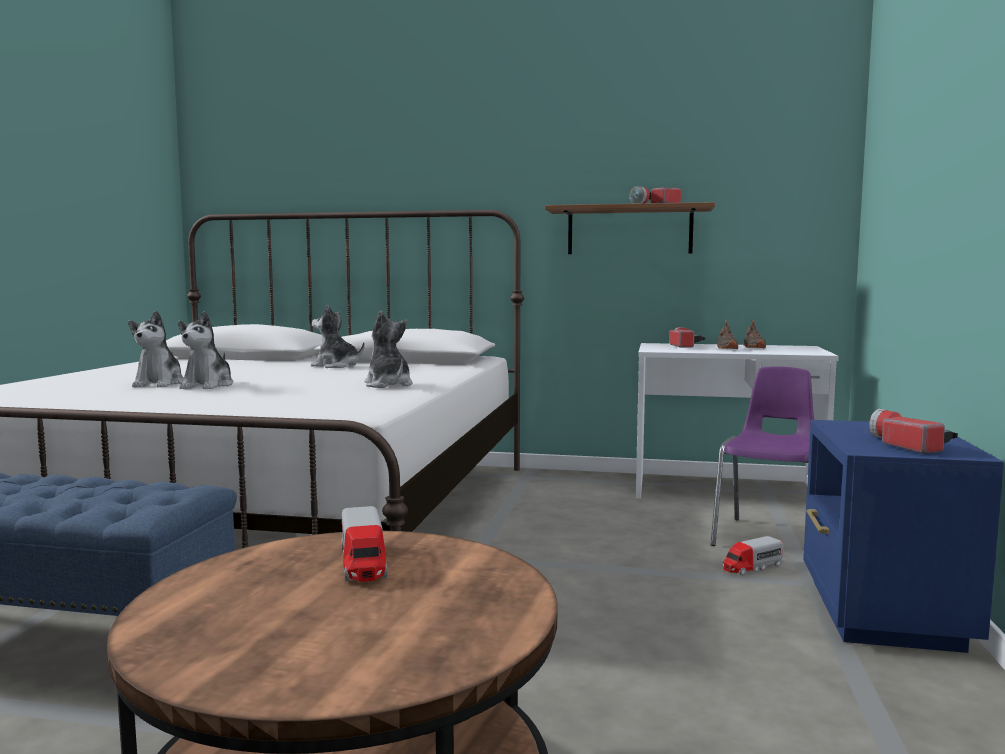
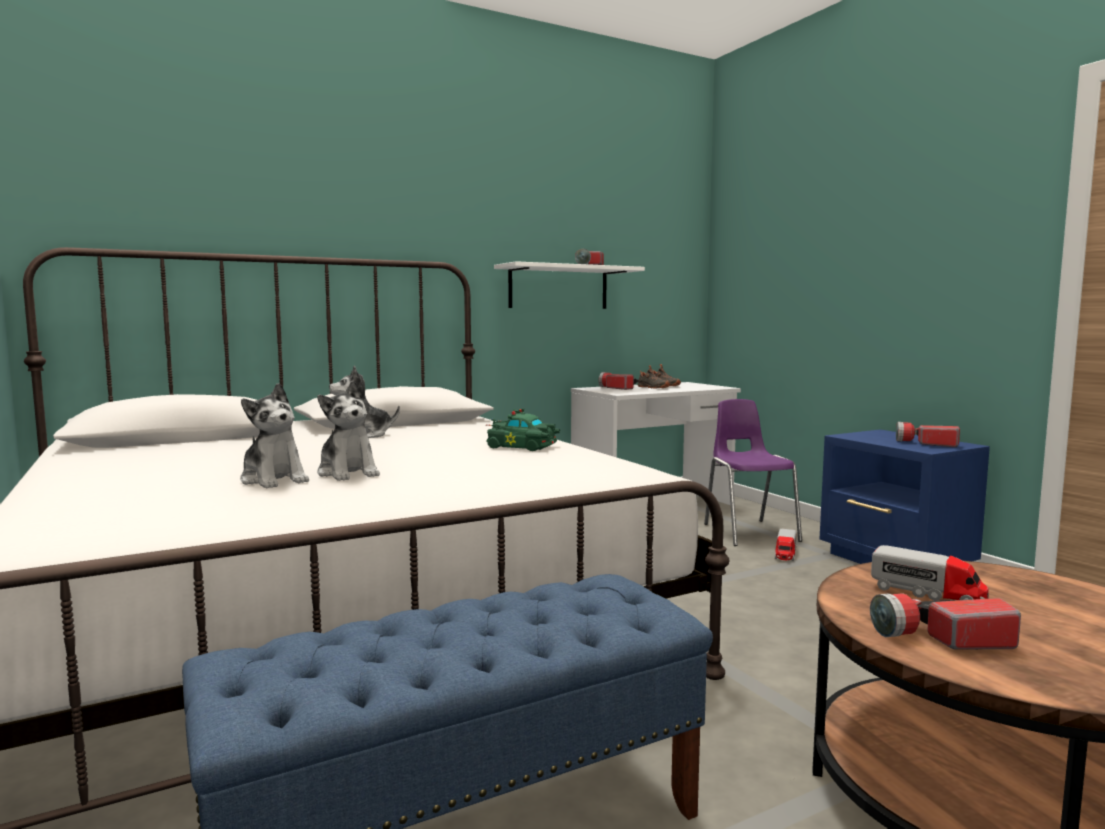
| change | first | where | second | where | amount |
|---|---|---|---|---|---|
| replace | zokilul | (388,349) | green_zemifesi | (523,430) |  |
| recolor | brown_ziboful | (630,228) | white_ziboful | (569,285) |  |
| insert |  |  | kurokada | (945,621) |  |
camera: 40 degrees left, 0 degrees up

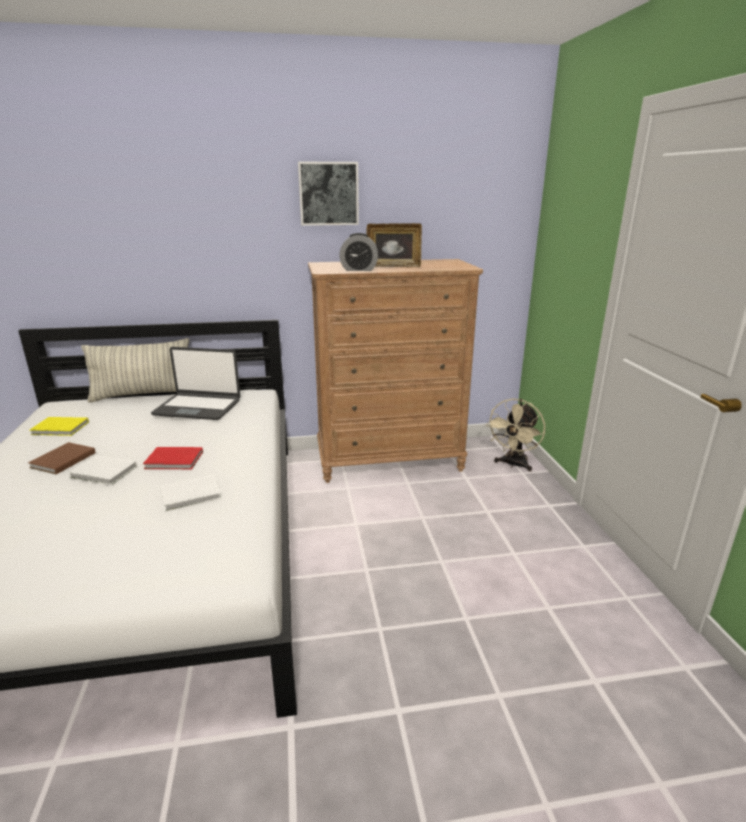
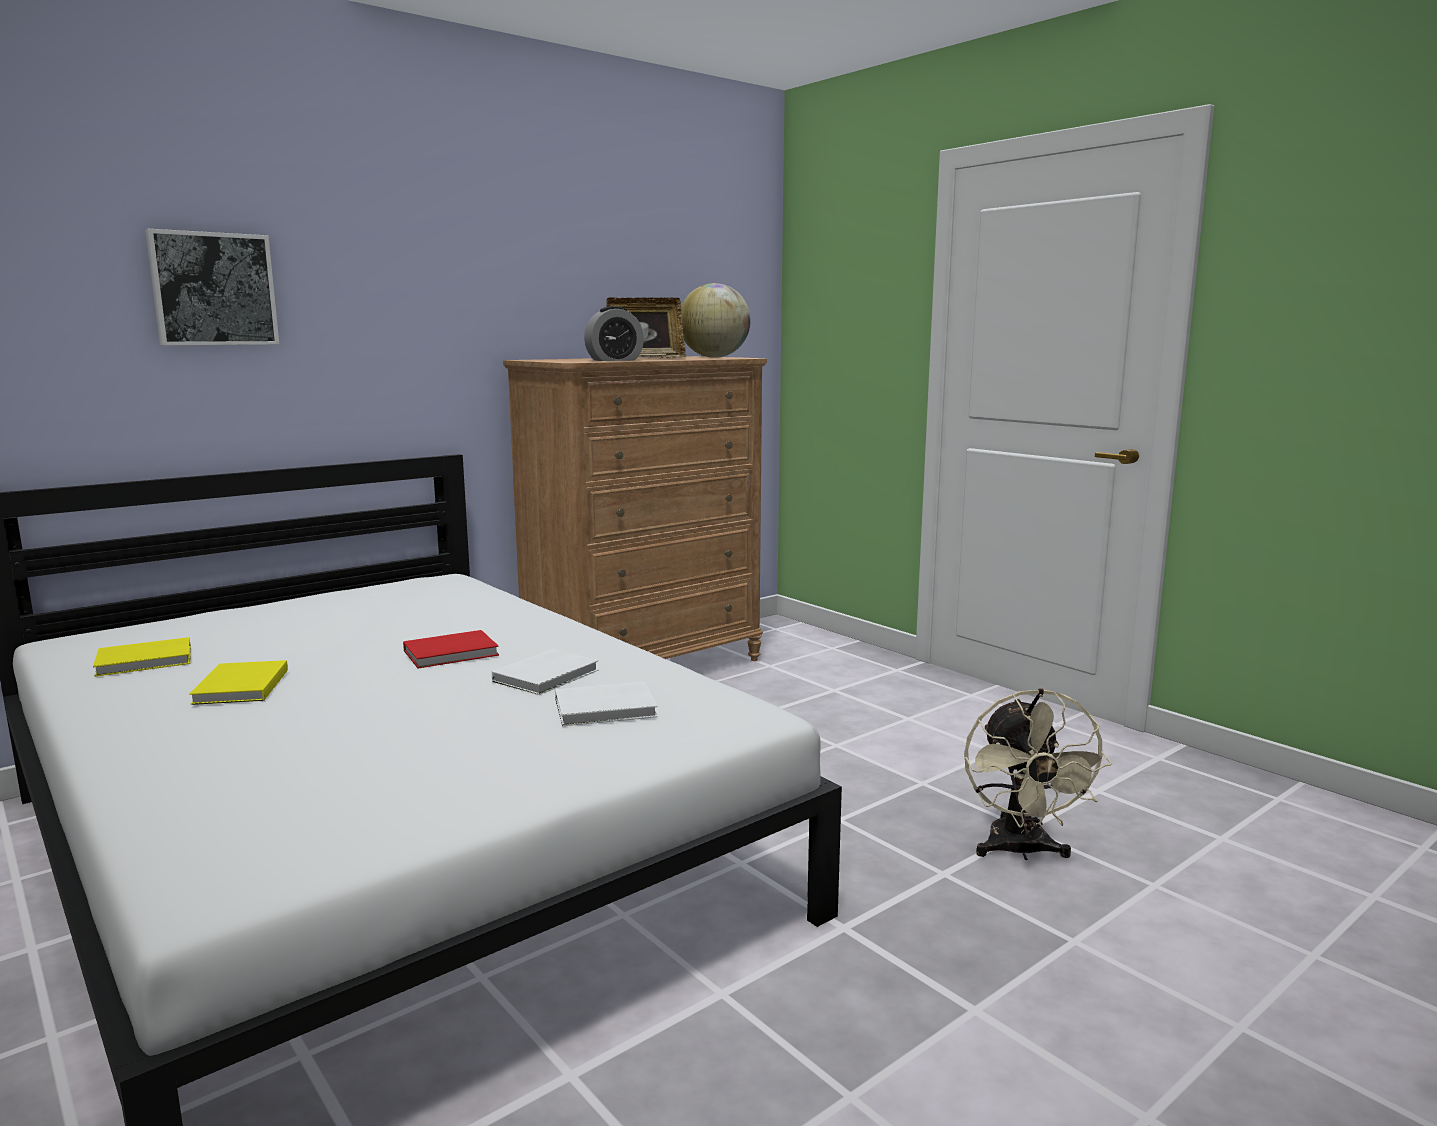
| change | first | where | second | where | amount |
|---|---|---|---|---|---|
| recolor | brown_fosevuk | (62,458) | yellow_fosevuk | (238,682) |  |
| move | white_fosevuk | (102,470) |  | (606,704) |  |
| delete | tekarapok | (135,370) |  |  |  |
| delete | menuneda | (195,383) |  |  |  |
| move | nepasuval | (328,194) |  | (212,287) |  |
| move | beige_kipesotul | (515,435) |  | (1038,774) |  |
| insert |  |  | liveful | (716,320) |  |
camera: 30 degrees left, 10 degrees down

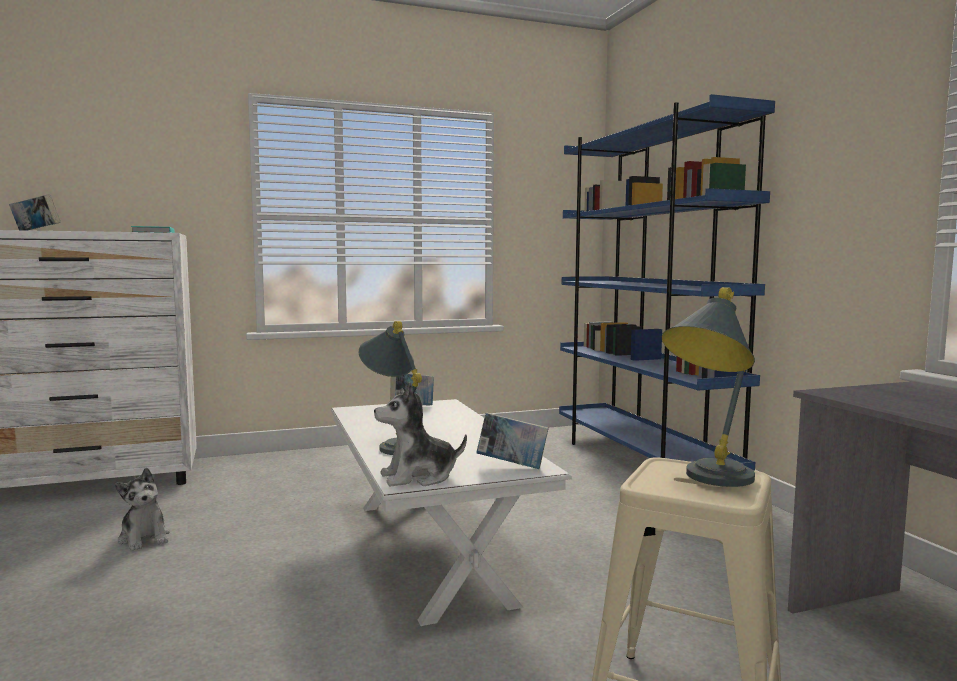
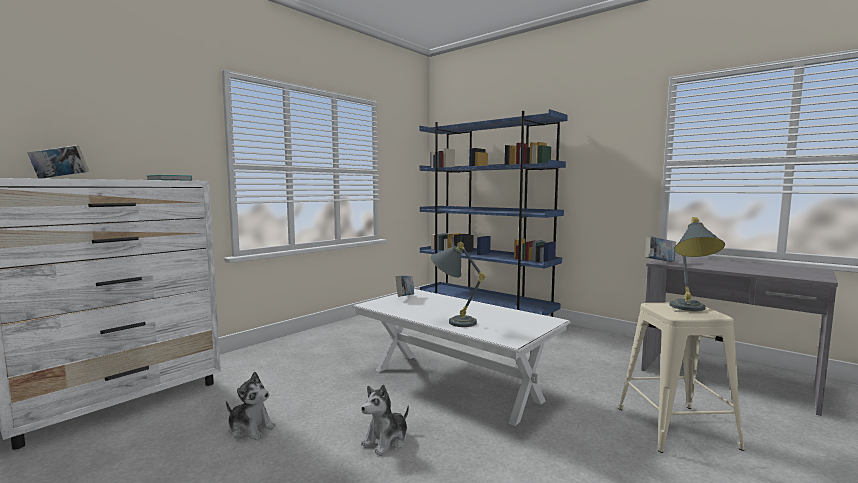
| change | first | where | second | where | amount |
|---|---|---|---|---|---|
| move | zokilul | (420,434) |  | (385,420) |  |
| move | fosevuk | (512,441) |  | (660,249) |  |
camera: 30 degrees left, 0 degrees up

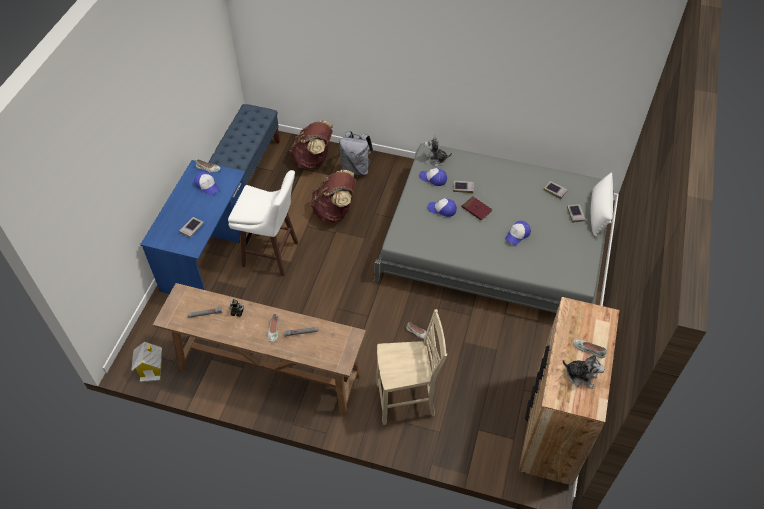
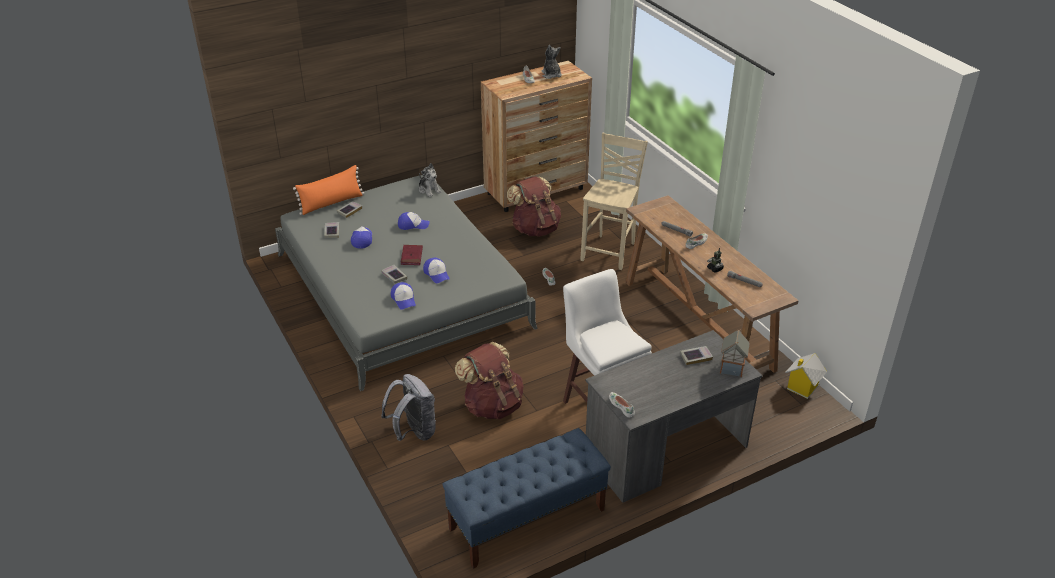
| change | first | where | second | where | amount |
|---|---|---|---|---|---|
| recolor | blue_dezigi | (192,227) | grey_dezigi | (674,416) |  |
| move | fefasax | (207,184) |  | (361,237) |  |
| move | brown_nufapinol | (311,145) |  | (534,206) |  |
| rotate | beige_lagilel | (412,367) |  | (614,201) | 75 degrees clockwise |
| move | zokilul | (438,151) |  | (430,180) |  |
| recolor | white_tekarapok | (602,205) | orange_tekarapok | (328,190) |  |
| insert |  |  | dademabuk | (735,353) |  |
camera: 135 degrees left, 15 degrees down

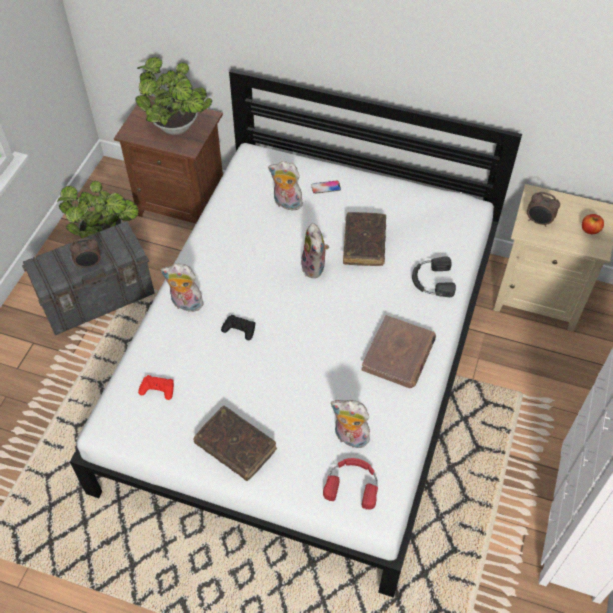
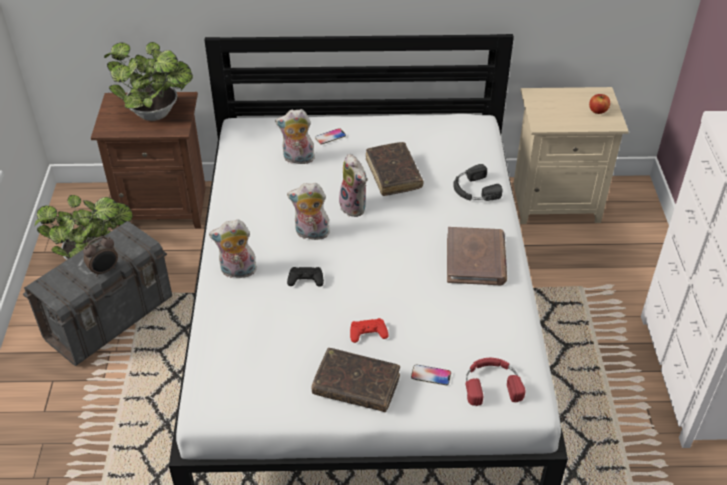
| change | first | where | second | where | amount |
|---|---|---|---|---|---|
| move | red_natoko | (156,387) |  | (369,330) |  |
| move | zokilul | (352,424) |  | (308,211) |  |
| delete | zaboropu | (543,209) |  |  |  |
| insert |  |  | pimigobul | (431,375) |  |
camera: 20 degrees left, 10 degrees down

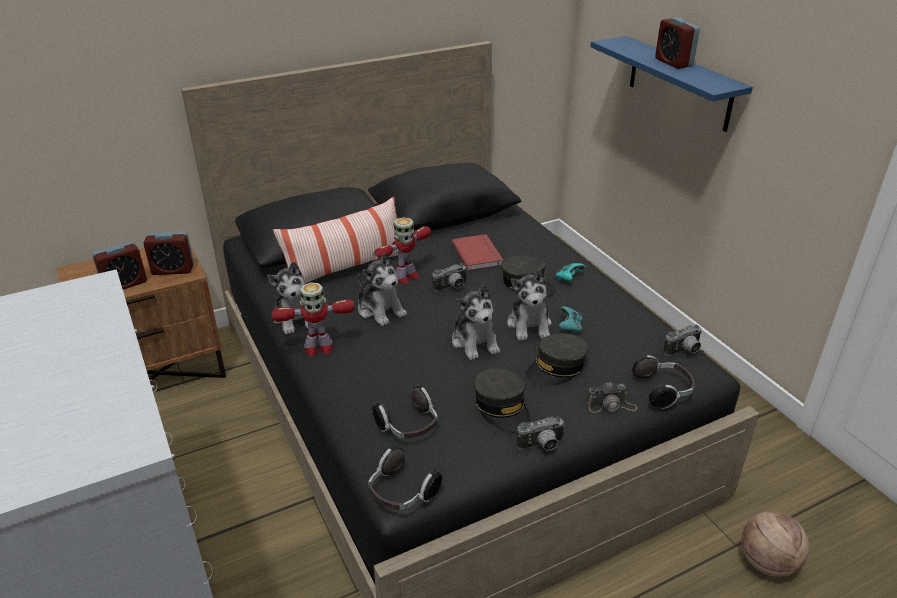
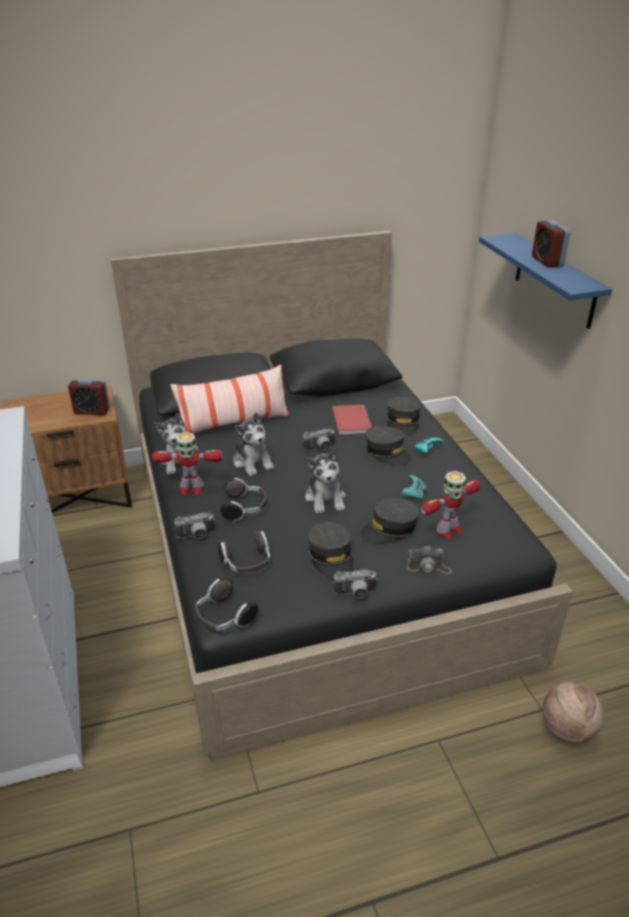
| change | first | where | second | where | amount |
|---|---|---|---|---|---|
| delete | zaboropu | (119,265) |  |  |  |
| move | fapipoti | (402,250) |  | (451,505) |  |
| delete | zokilul | (529,305) |  |  |  |
| move | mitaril | (663,382) |  | (243,500) |  |
| move | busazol | (682,340) |  | (194,525) |  |
| insert |  |  | grey_fefasax | (404,416) |  |
camera: 10 degrees right, 0 degrees up

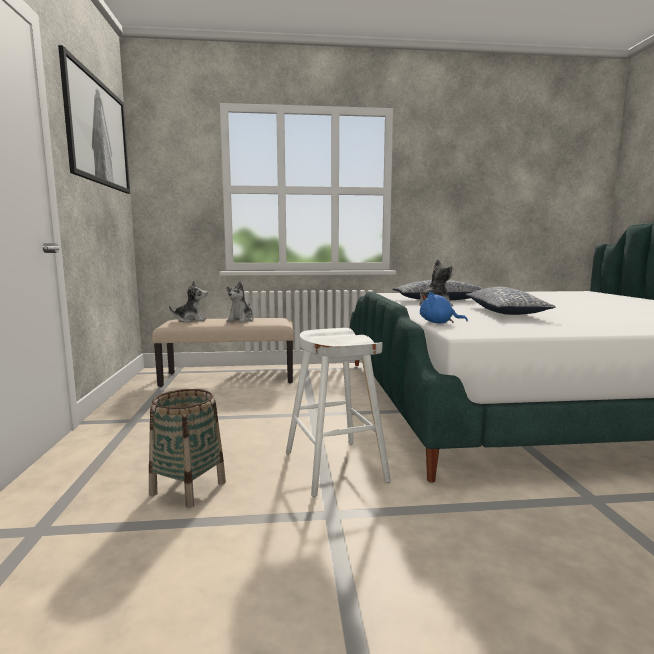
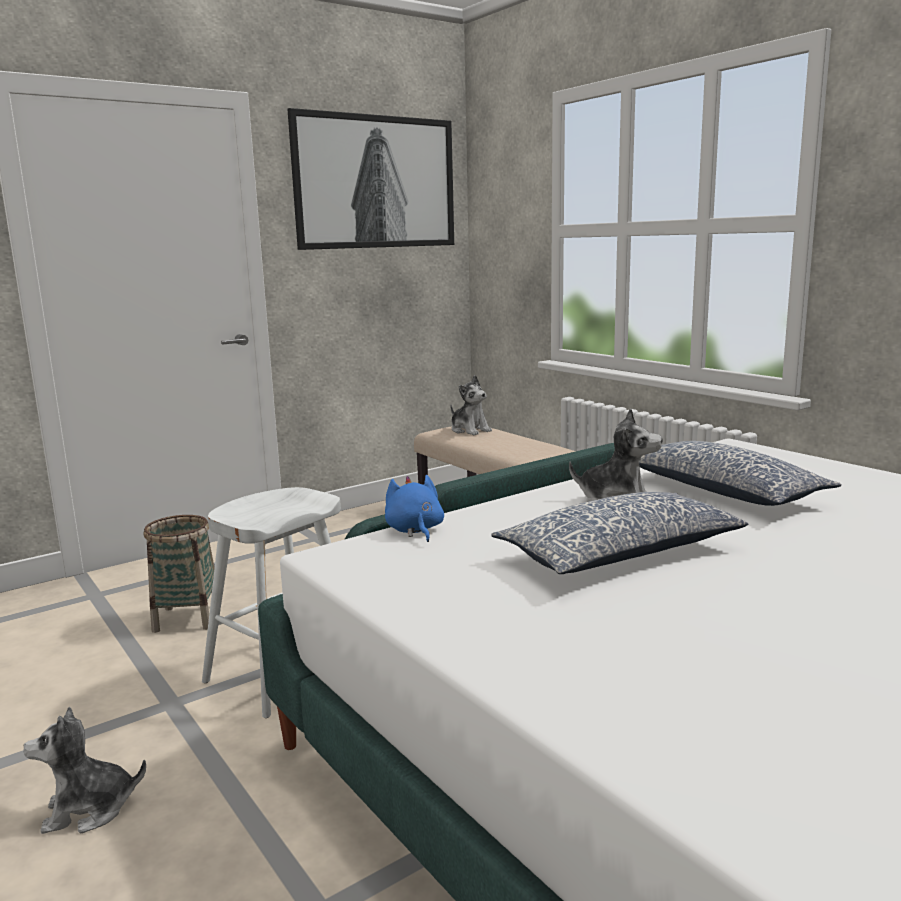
| change | first | where | second | where | amount |
|---|---|---|---|---|---|
| move | zokilul | (240,302) |  | (84,770) |  |
camera: 60 degrees right, 5 degrees up

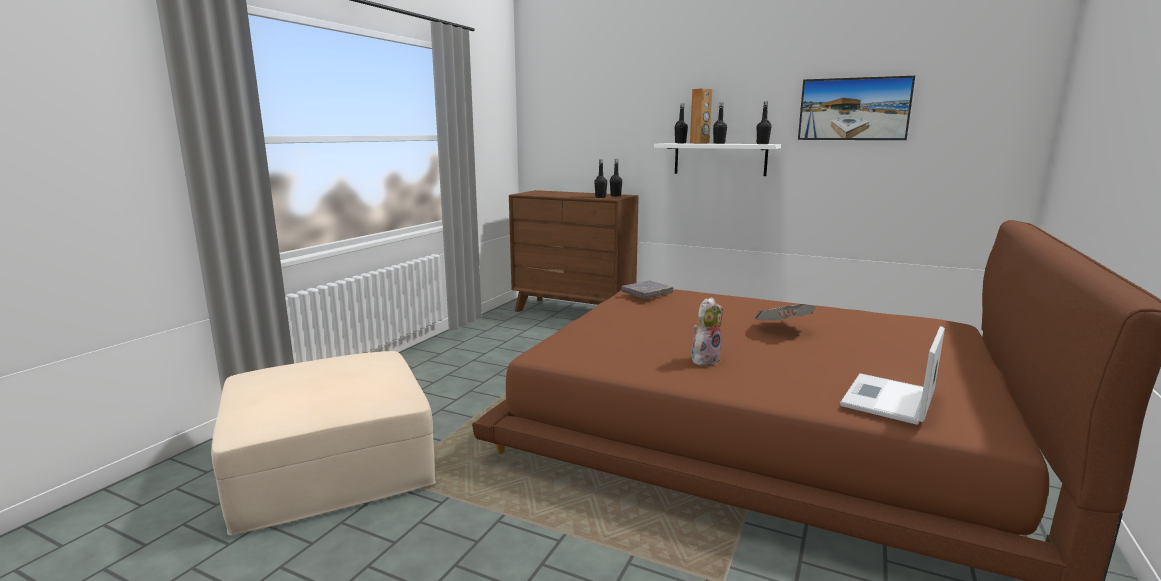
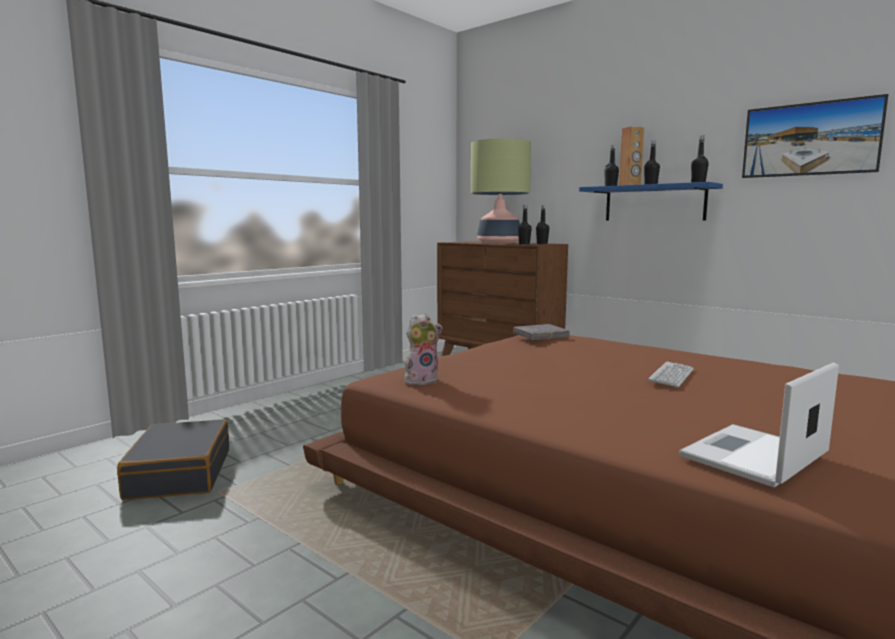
| change | first | where | second | where | amount |
|---|---|---|---|---|---|
| replace | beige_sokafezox | (323,443) | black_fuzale | (173,460) |  |
| recolor | white_ziboful | (717,159) | blue_ziboful | (651,201) |  |
| move | zokilul | (707,331) |  | (423,349) |  |
| replace | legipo | (785,312) | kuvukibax | (671,374) |  |
| insert |  |  | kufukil | (501,191) |  |
camera: 15 degrees right, 5 degrees down

